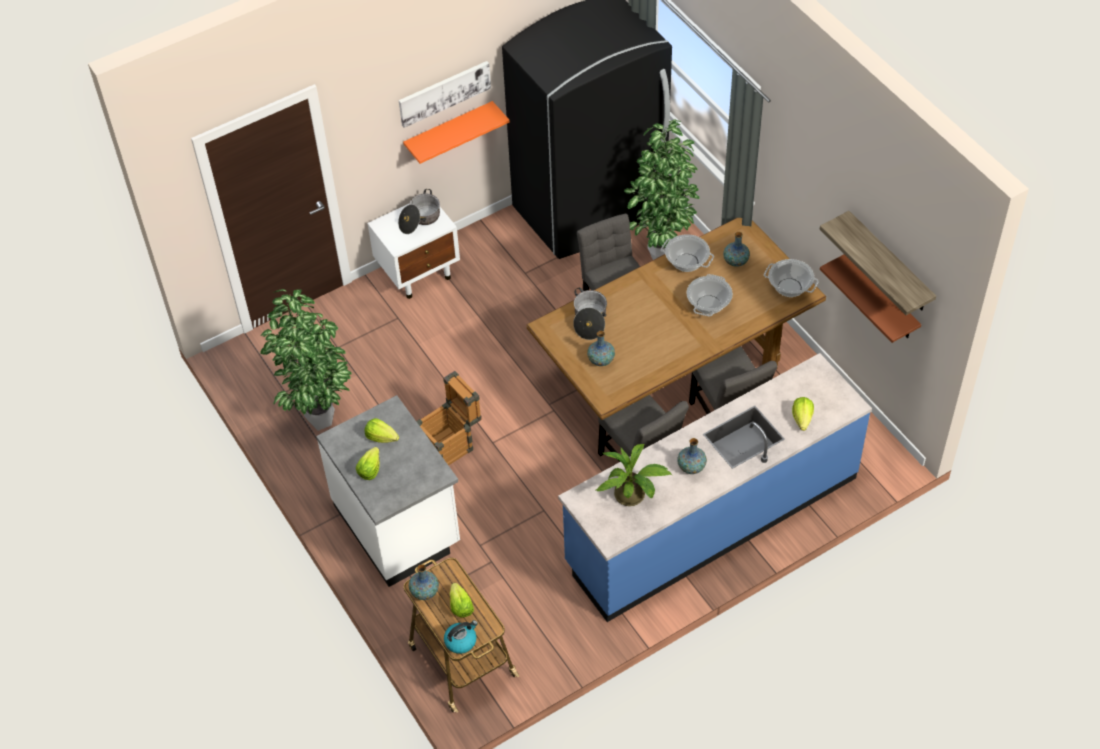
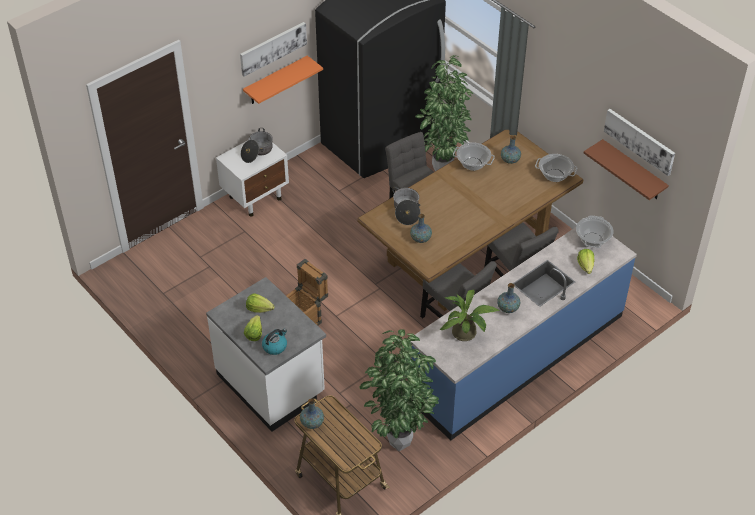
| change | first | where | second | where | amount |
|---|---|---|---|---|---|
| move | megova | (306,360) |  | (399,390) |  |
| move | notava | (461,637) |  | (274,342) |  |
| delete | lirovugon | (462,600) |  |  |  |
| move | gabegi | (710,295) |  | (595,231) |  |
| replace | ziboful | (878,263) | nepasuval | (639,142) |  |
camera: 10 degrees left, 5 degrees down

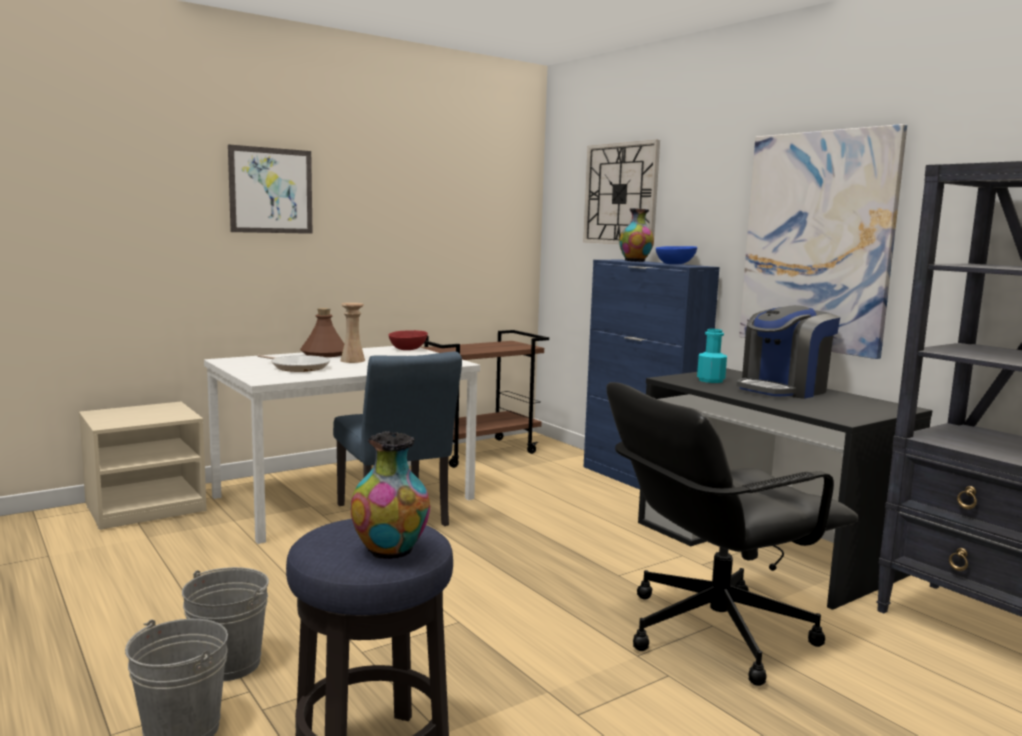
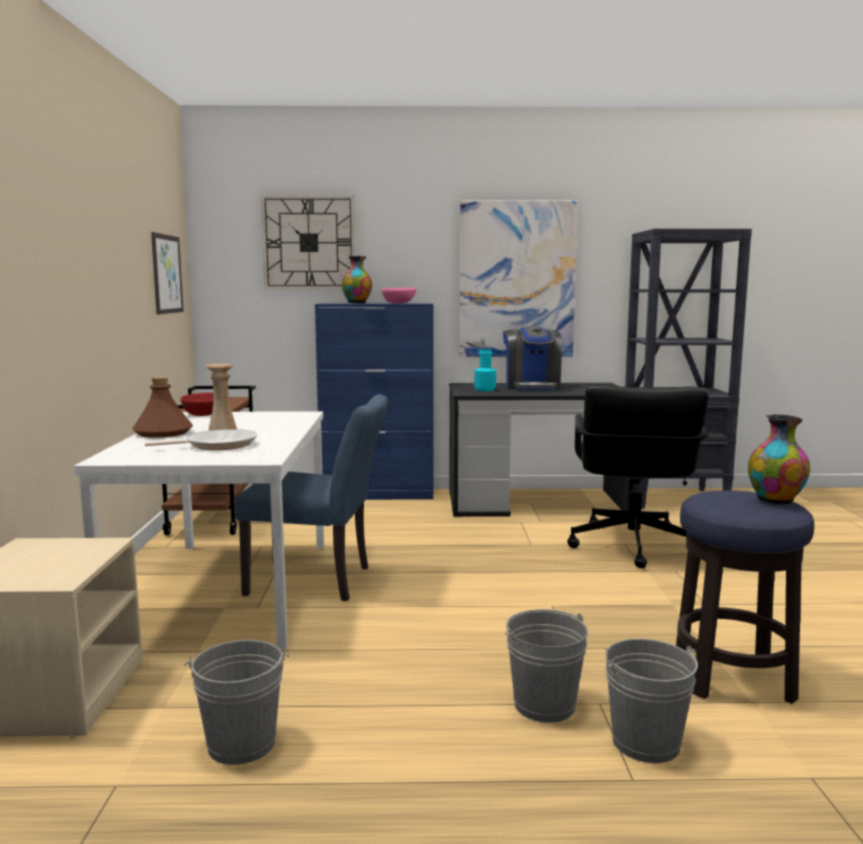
| change | first | where | second | where | amount |
|---|---|---|---|---|---|
| move | nepasuval | (270,189) |  | (167,273) |  |
| recolor | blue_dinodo | (676,255) | pink_dinodo | (399,295) |  |
| insert |  |  | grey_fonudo | (236,702) |  |
camera: 55 degrees left, 0 degrees up

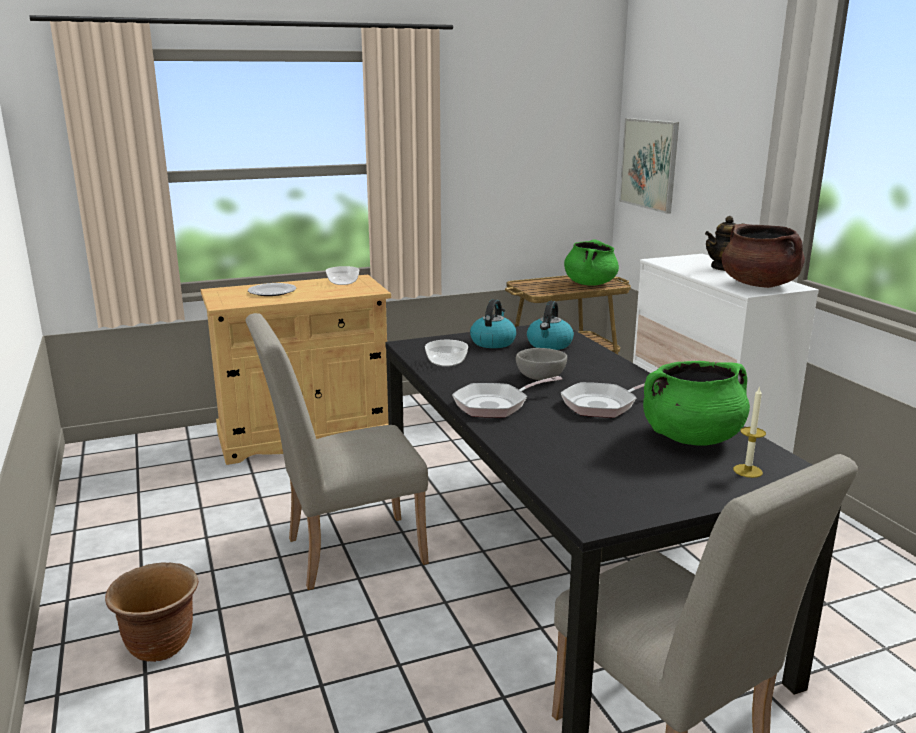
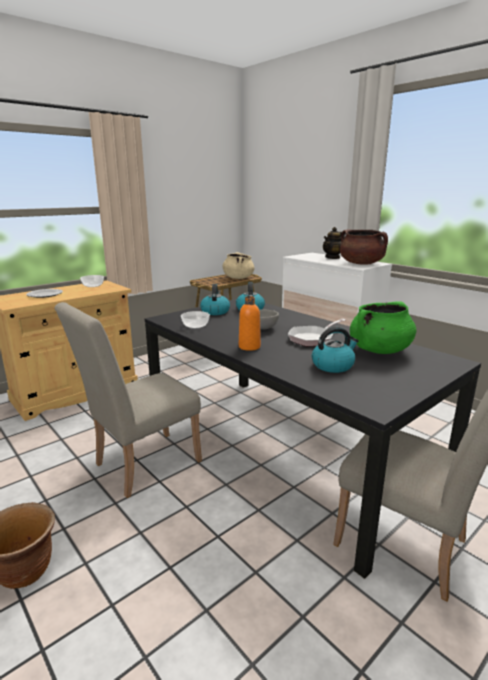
| change | first | where | second | where | amount |
|---|---|---|---|---|---|
| replace | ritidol | (507,397) | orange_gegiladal | (250,323) |  |
| recolor | green_gabegi | (591,262) | beige_gabegi | (239,265) |  |
| delete | nepasuval | (649,166) |  |  |  |
| delete | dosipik | (749,432) |  |  |  |
| insert |  |  | notava | (335,350) |  |
camera: 20 degrees left, 0 degrees up

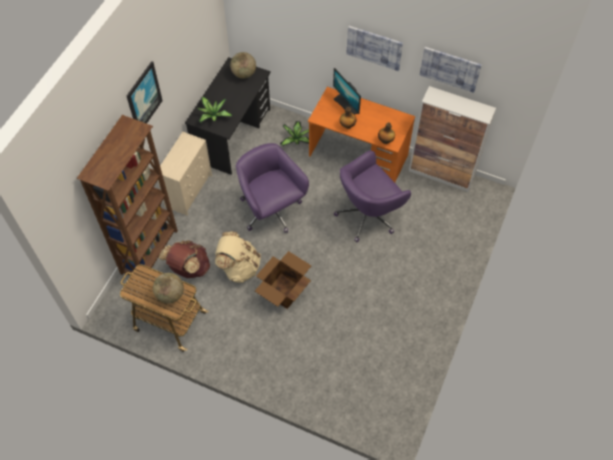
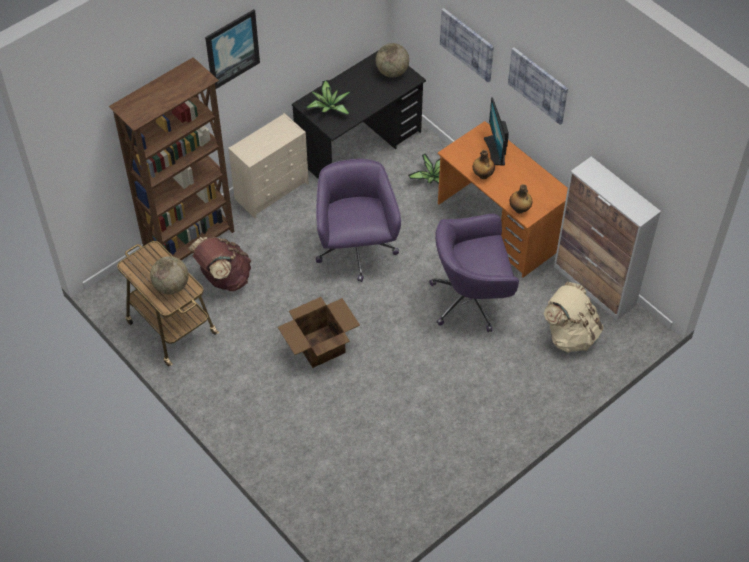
| change | first | where | second | where | amount |
|---|---|---|---|---|---|
| move | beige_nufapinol | (238,257) |  | (574,317) |  |
| move | nepasuval | (451,70) |  | (467,45) |  |
camera: 25 degrees right, 5 degrees down

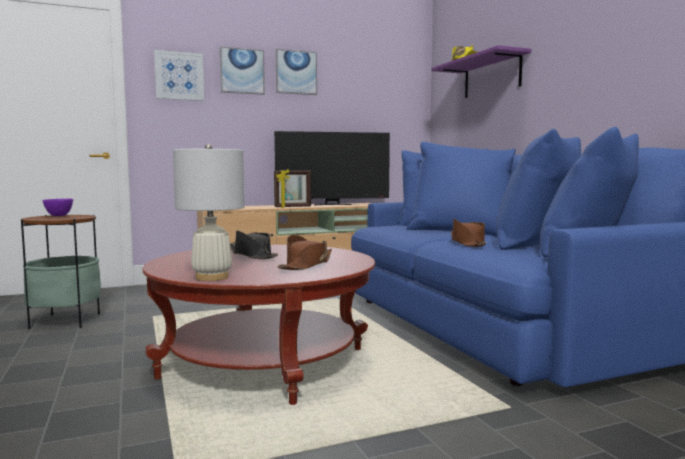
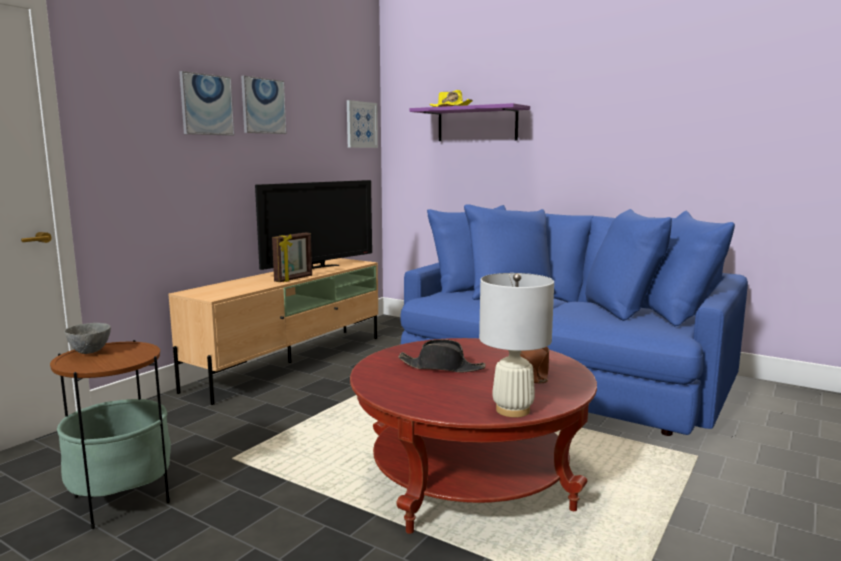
| change | first | where | second | where | amount |
|---|---|---|---|---|---|
| recolor | purple_dinodo | (58,207) | grey_dinodo | (87,338) |  |
| move | nepasuval | (179,75) |  | (362,124) |  |
| delete | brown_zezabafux | (468,232) |  |  |  |
camera: 35 degrees left, 5 degrees up

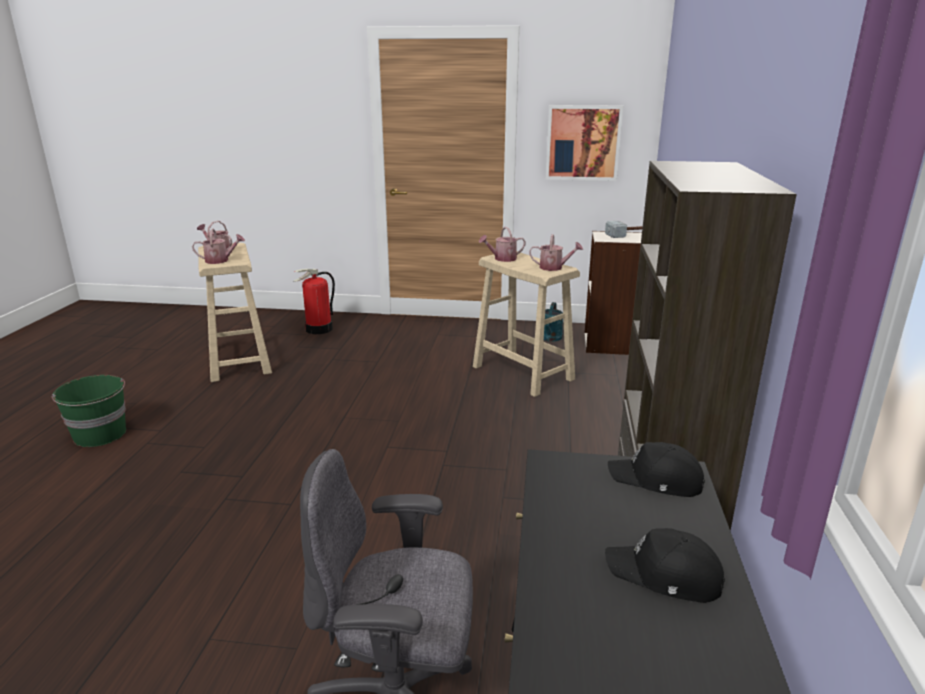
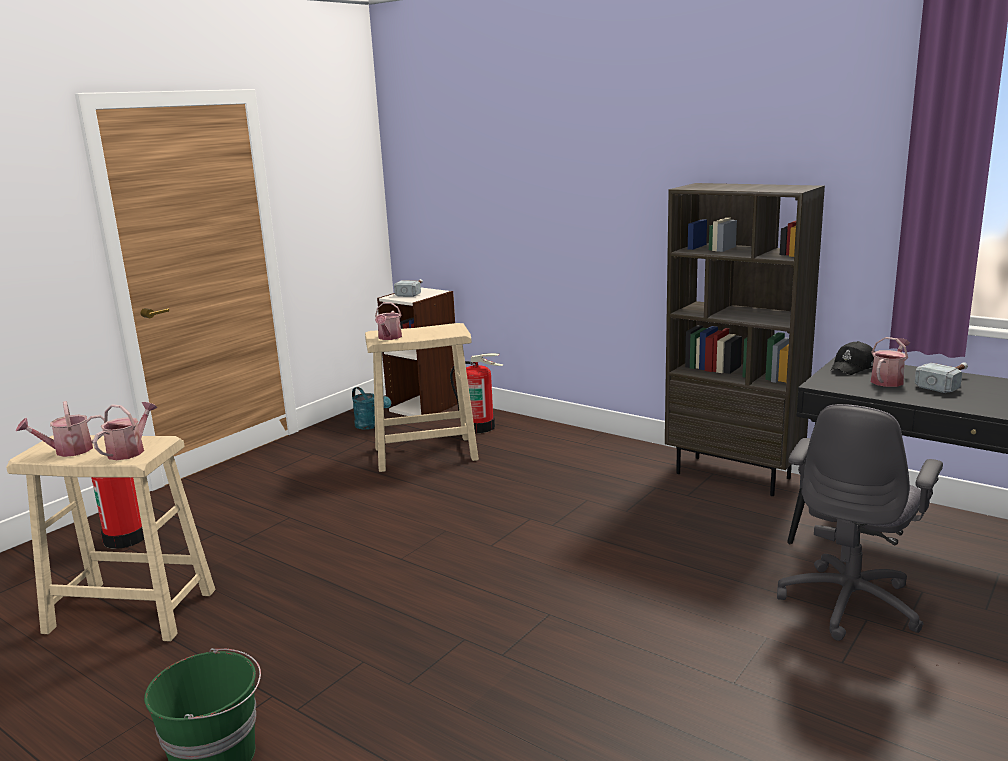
| change | first | where | second | where | amount |
|---|---|---|---|---|---|
| move | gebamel | (556,252) |  | (890,362) |  |
| delete | nepasuval | (584,143) |  |  |  |
| replace | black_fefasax | (665,565) | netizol | (941,377) |  |
| insert |  |  | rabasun | (477,393) |  |
camera: 60 degrees left, 5 degrees down

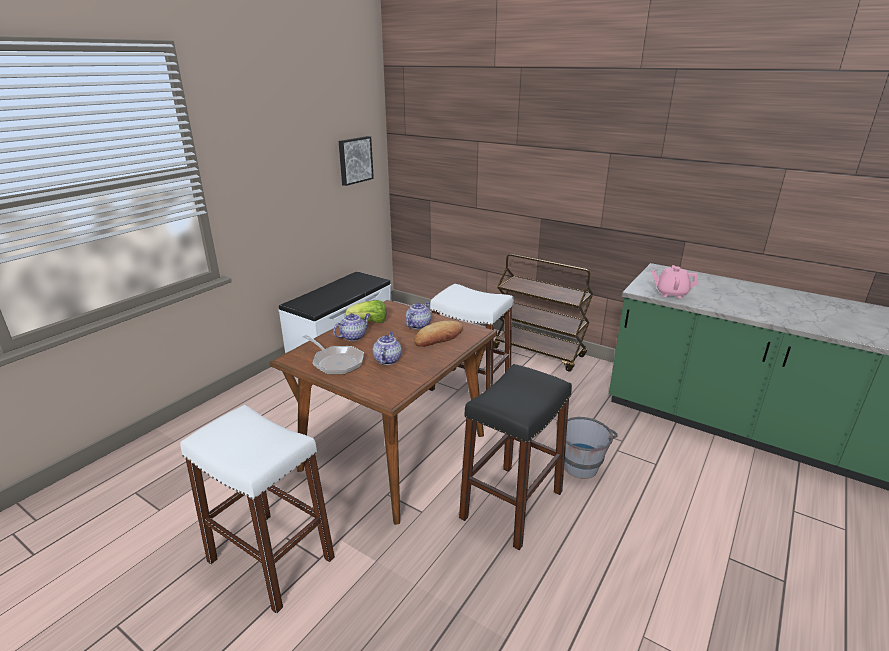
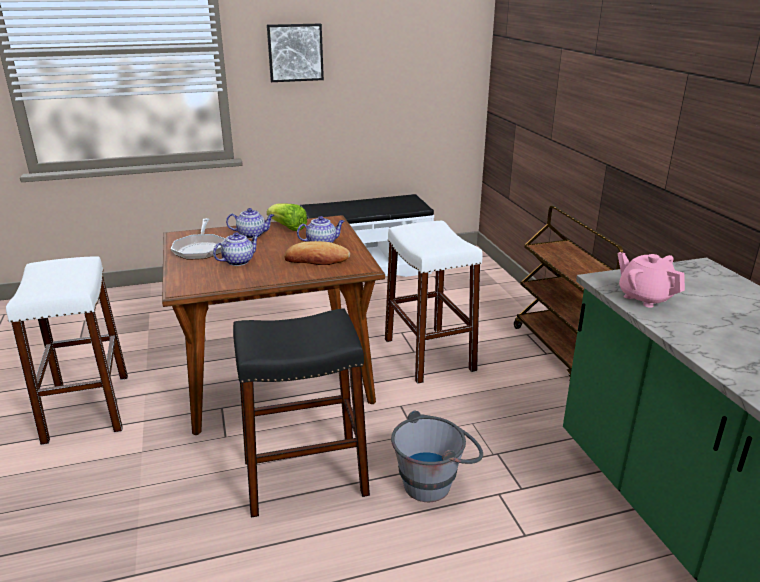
| change | first | where | second | where | amount |
|---|---|---|---|---|---|
| move | nepasuval | (356,161) |  | (295,53) |  |
camera: 40 degrees right, 0 degrees up

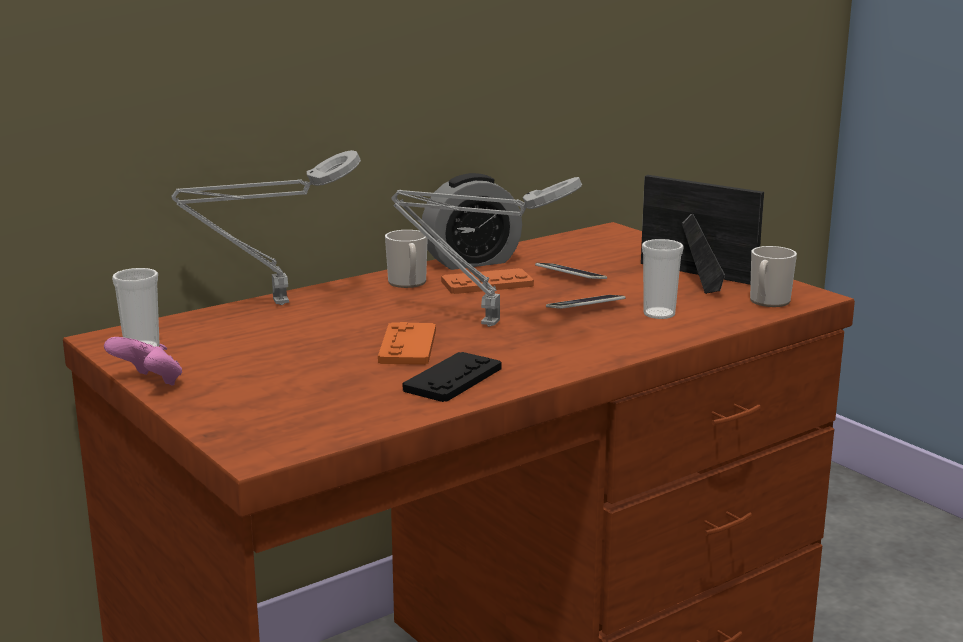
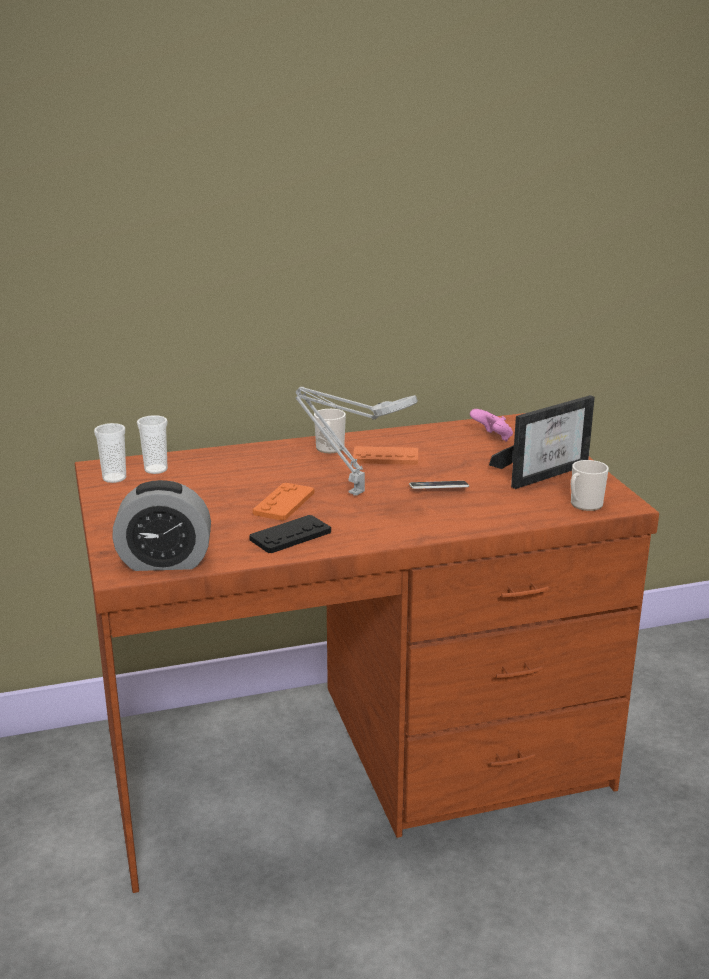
| change | first | where | second | where | amount |
|---|---|---|---|---|---|
| move | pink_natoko | (143,361) |  | (491,425) |  |
| delete | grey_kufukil | (266,227) |  |  |  |
| move | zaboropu | (471,221) |  | (161,525) |  |
| delete | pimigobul | (571,271) |  |  |  |
| rotate | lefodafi | (702,234) |  | (542,442) | 90 degrees clockwise |
| move | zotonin | (662,279) |  | (152,444) |  |
camera: 20 degrees right, 5 degrees up

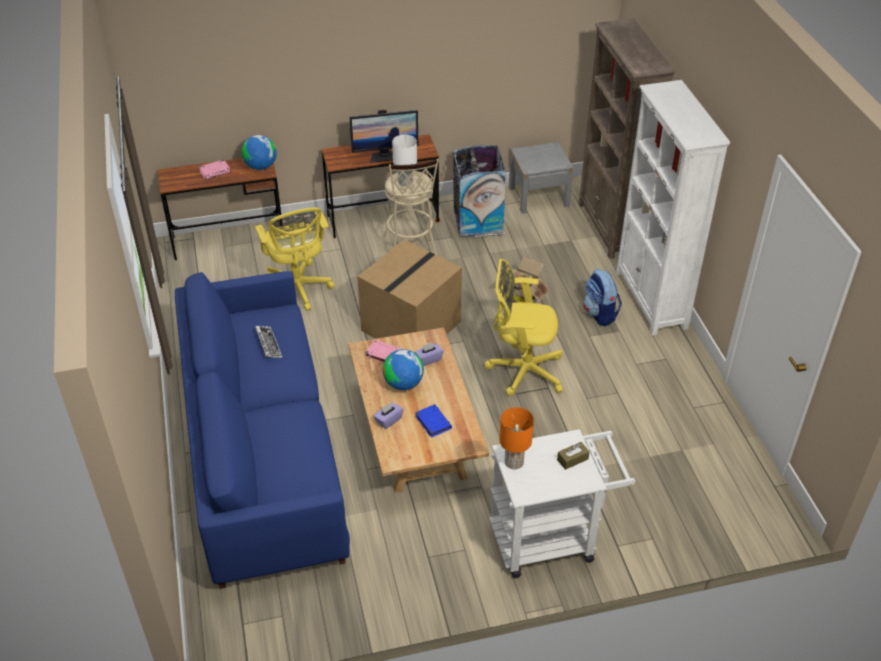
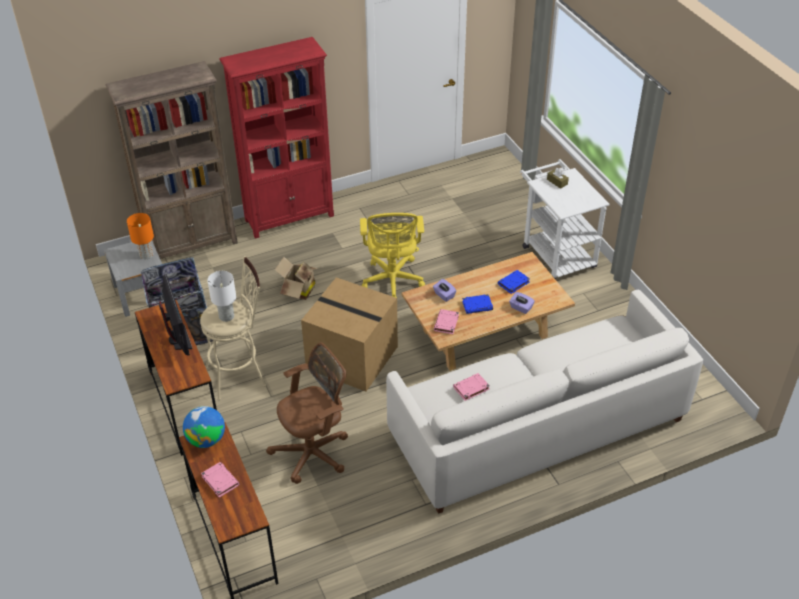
| change | first | where | second | where | amount |
|---|---|---|---|---|---|
| recolor | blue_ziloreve | (262,430) | white_ziloreve | (544,402) |  |
| recolor | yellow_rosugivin | (295,259) | brown_rosugivin | (307,413) |  |
| replace | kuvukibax | (268,342) | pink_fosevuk | (471,387) |  |
| replace | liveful | (403,369) | blue_fosevuk | (477,304) |  |
| move | orange_kufukil | (517,438) |  | (140,236) |  |
| delete | nufapinol | (602,297) |  |  |  |
| recolor | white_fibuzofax | (673,207) | red_fibuzofax | (276,138) |  |
camera: 100 degrees left, 0 degrees up

